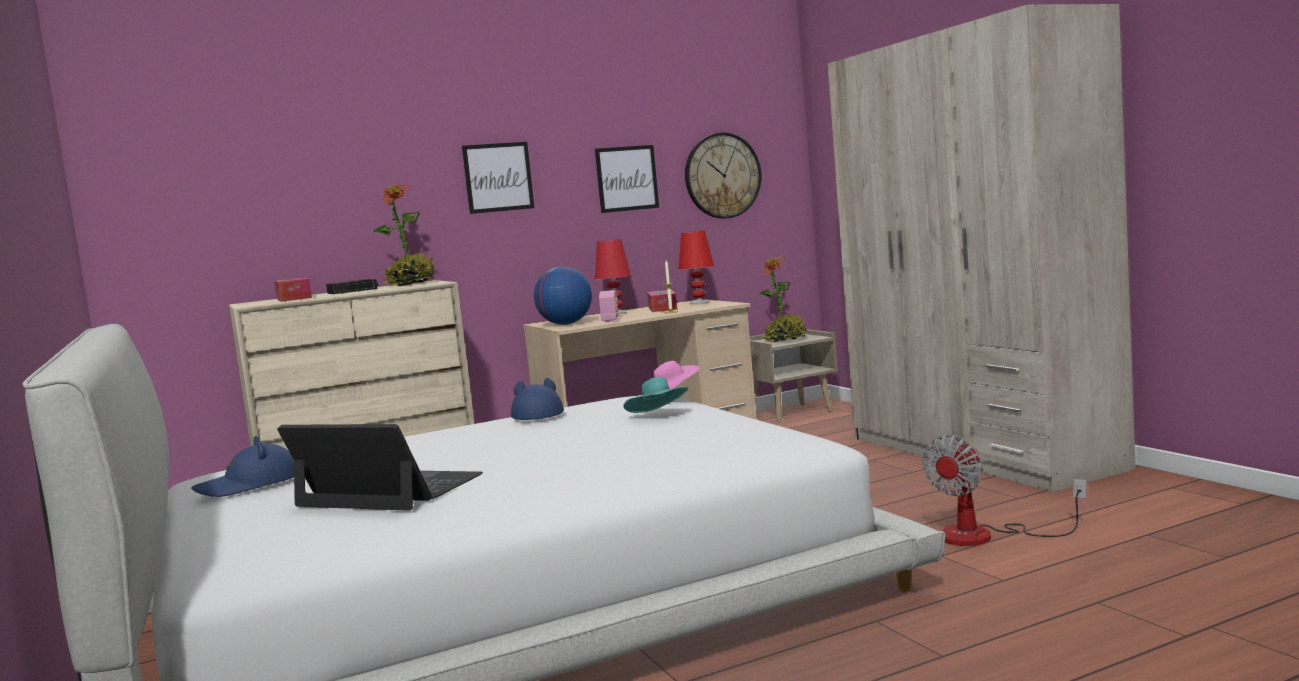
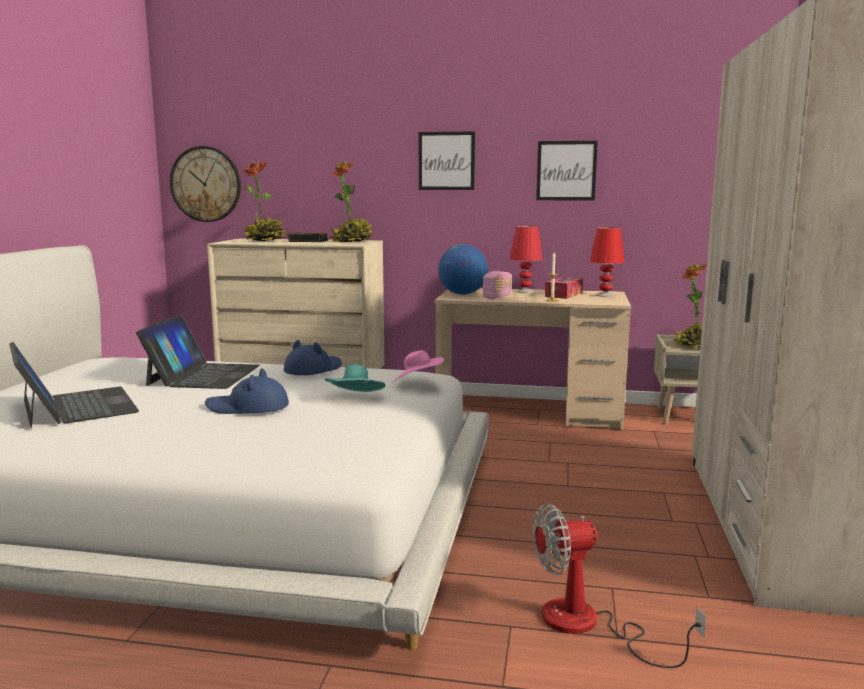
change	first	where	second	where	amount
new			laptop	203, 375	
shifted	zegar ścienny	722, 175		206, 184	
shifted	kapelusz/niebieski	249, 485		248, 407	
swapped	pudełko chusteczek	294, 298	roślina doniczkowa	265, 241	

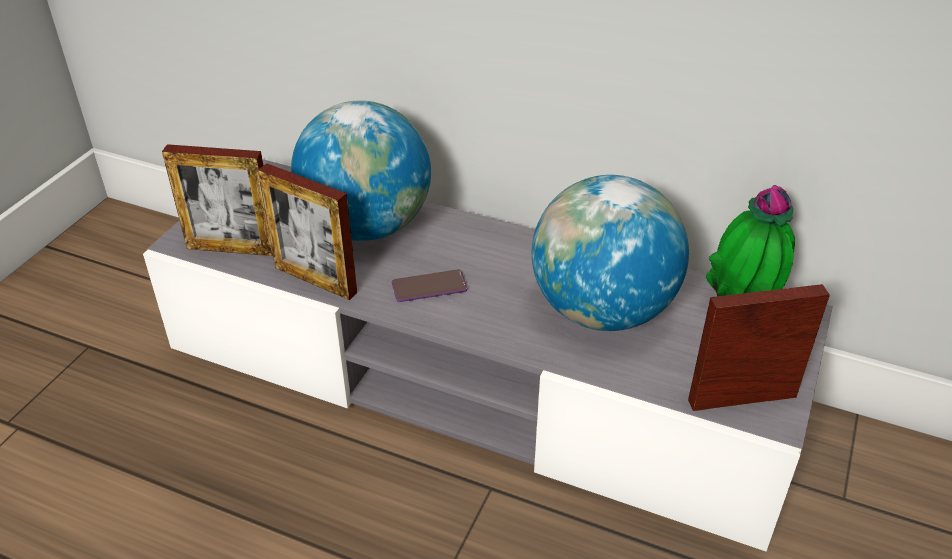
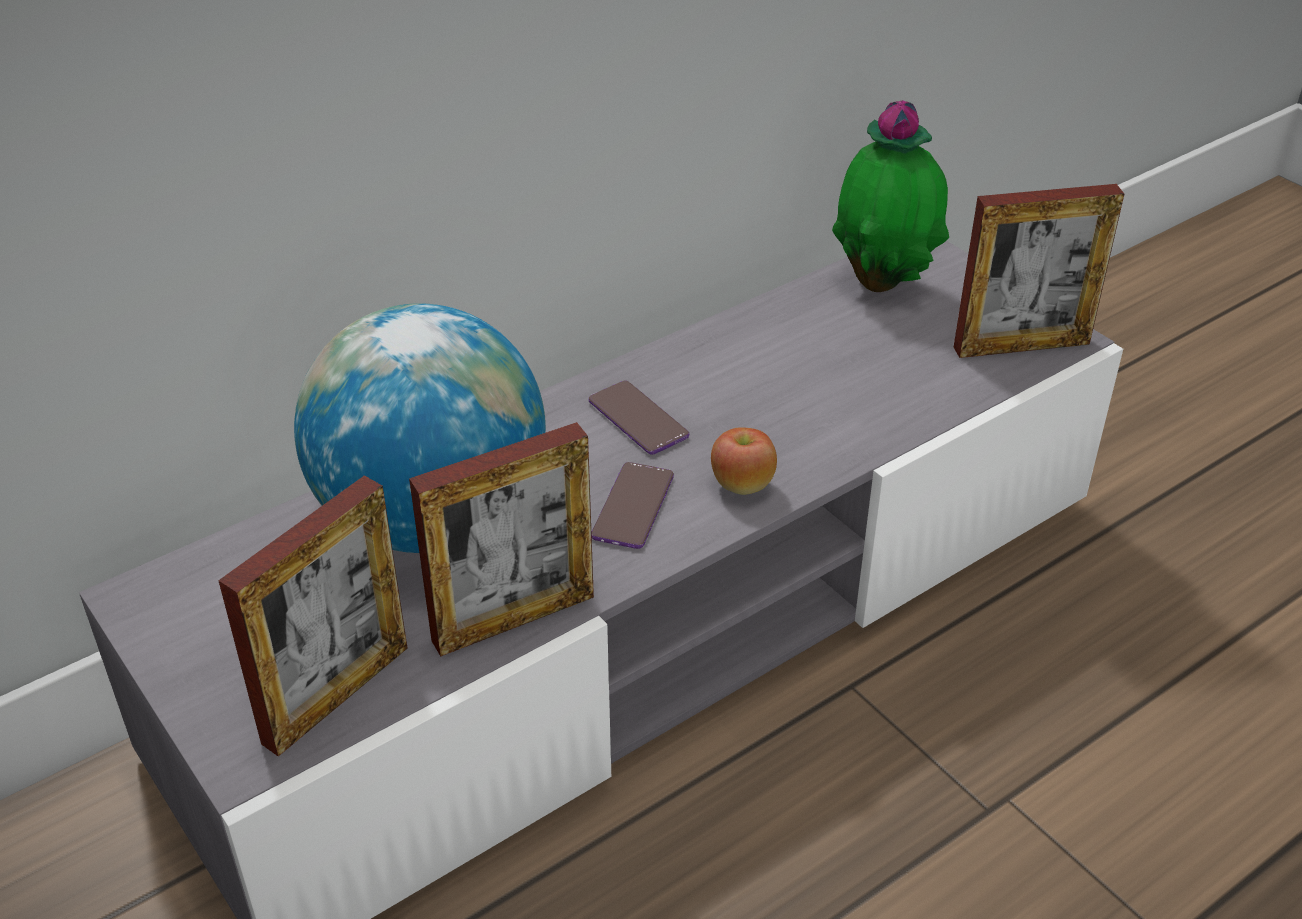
change	first	where	second	where	amount
new			telefon	638, 419	
new			jabłko	742, 485	
rotated	ramka na zdjęcie	742, 398		1021, 345	120 degrees counterclockwise
gone	globus	602, 311			

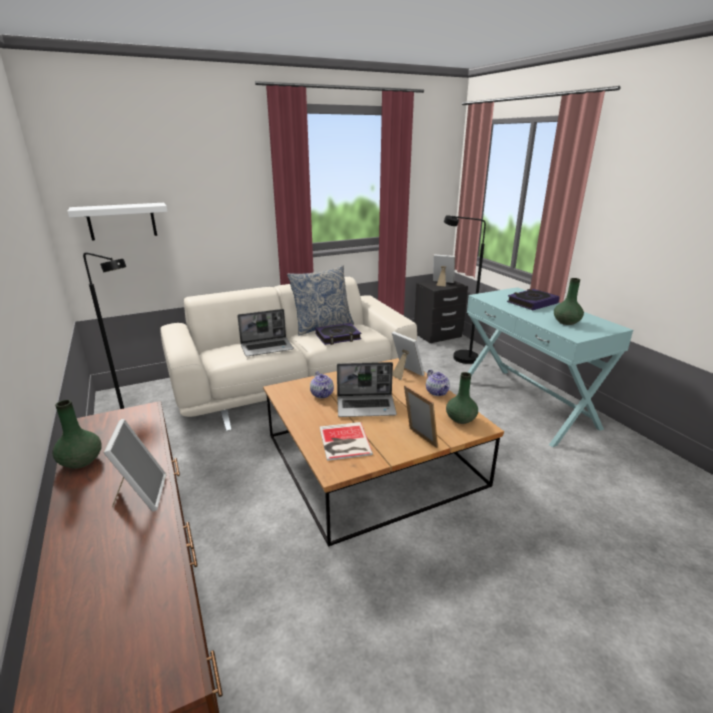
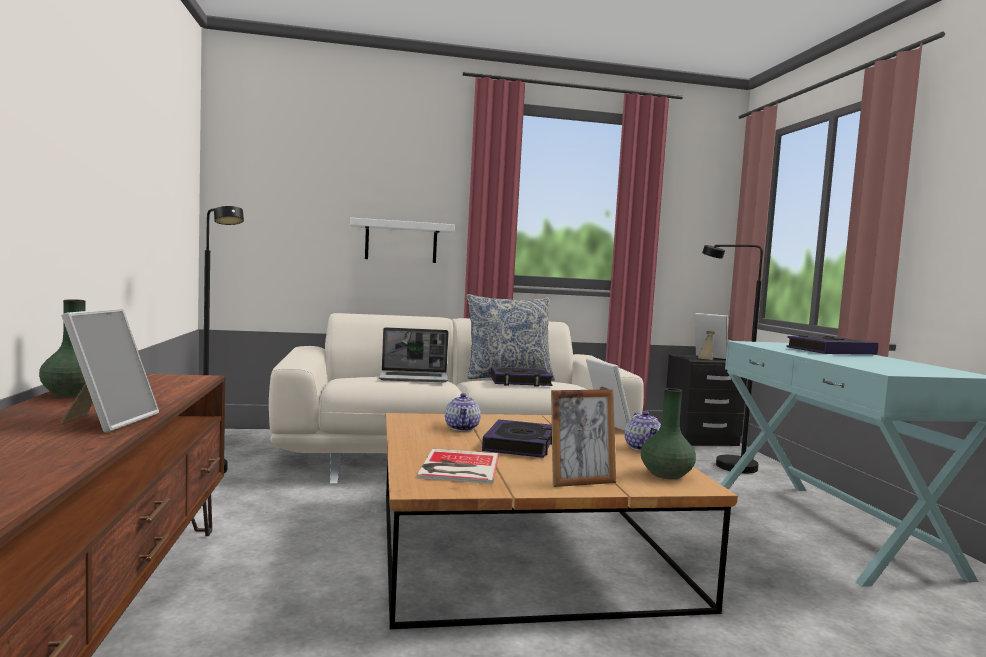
change	first	where	second	where	amount
shifted	półka/biały	122, 221		401, 242	
swapped	laptop	366, 406	książka	519, 445	
rotated	ramka na zdjęcie	419, 439		580, 481	90 degrees clockwise
gone	wazon/zielony	566, 322			

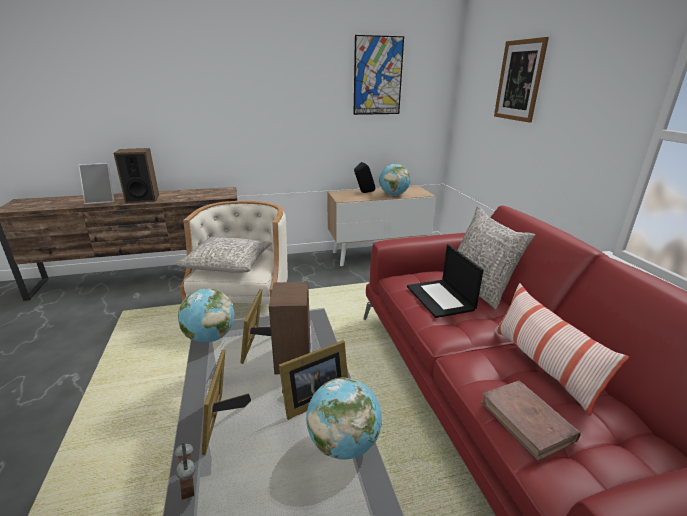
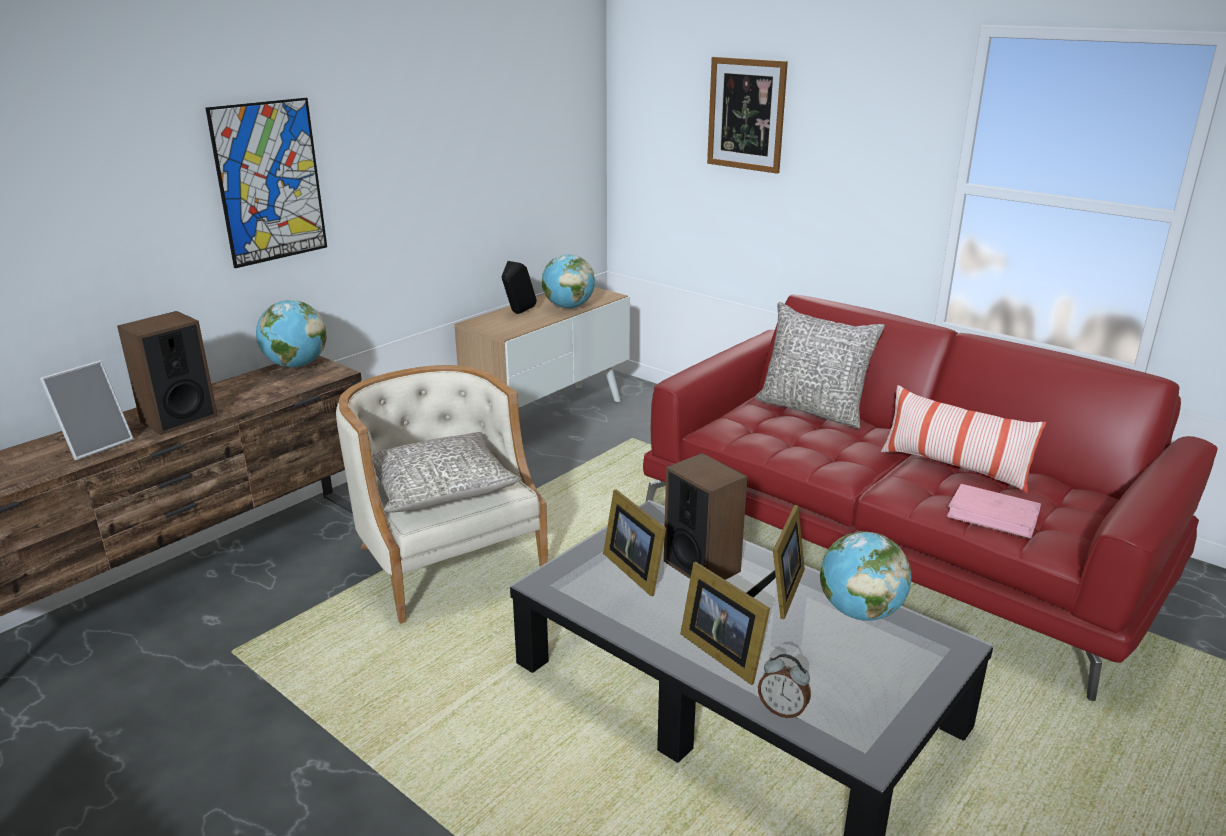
change	first	where	second	where	amount
shifted	obraz	378, 76		269, 182	
shifted	globus	210, 337		296, 365	
repainted	książka/brązowy	527, 421	książka/różowy	993, 515	
gone	laptop	441, 298			

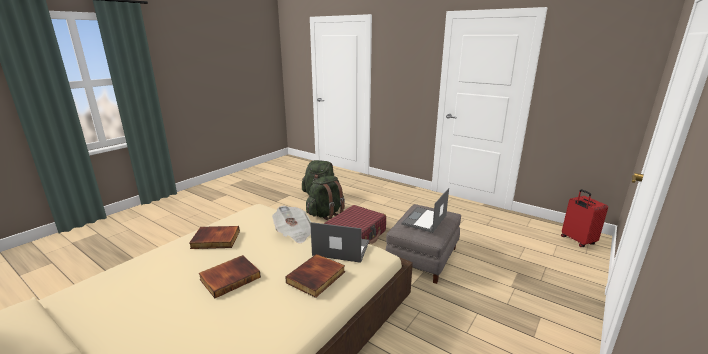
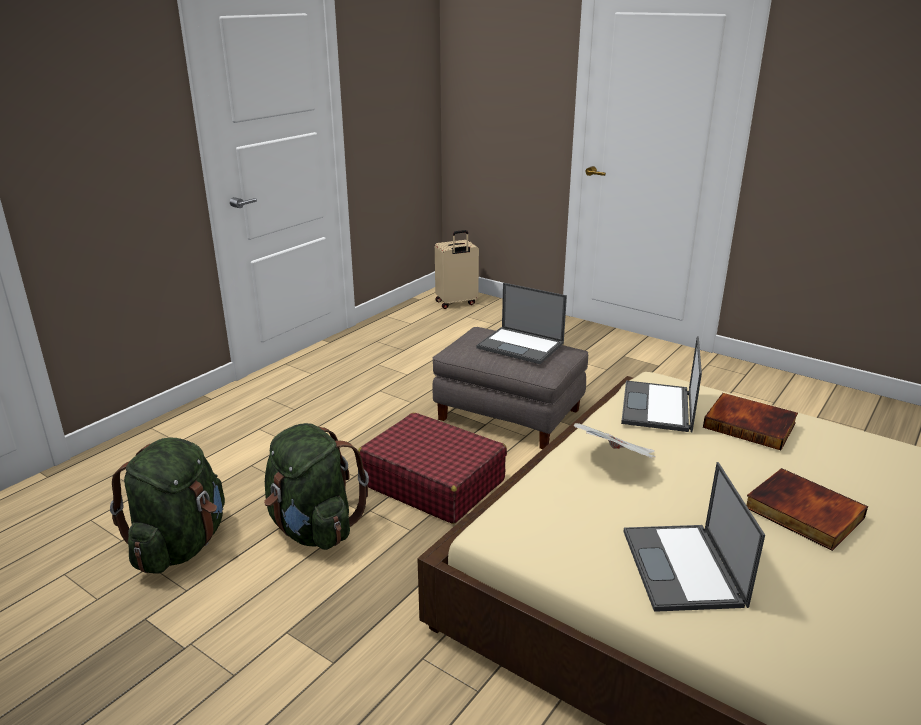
change	first	where	second	where	amount
repainted	walizka/czerwony	577, 241	walizka/beżowy	456, 303	
swapped	książka	215, 240	laptop	683, 568	

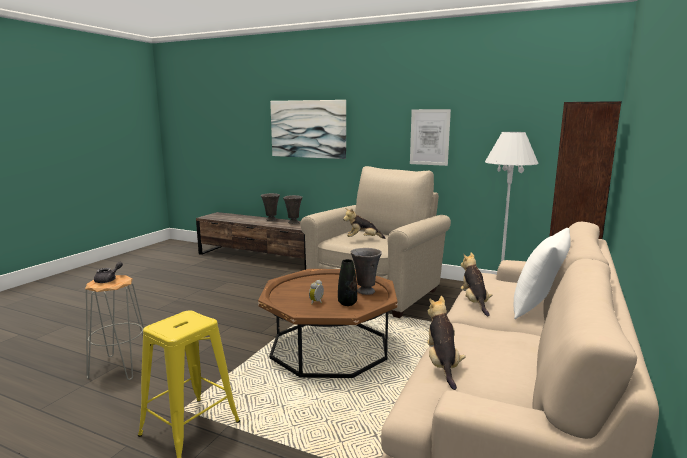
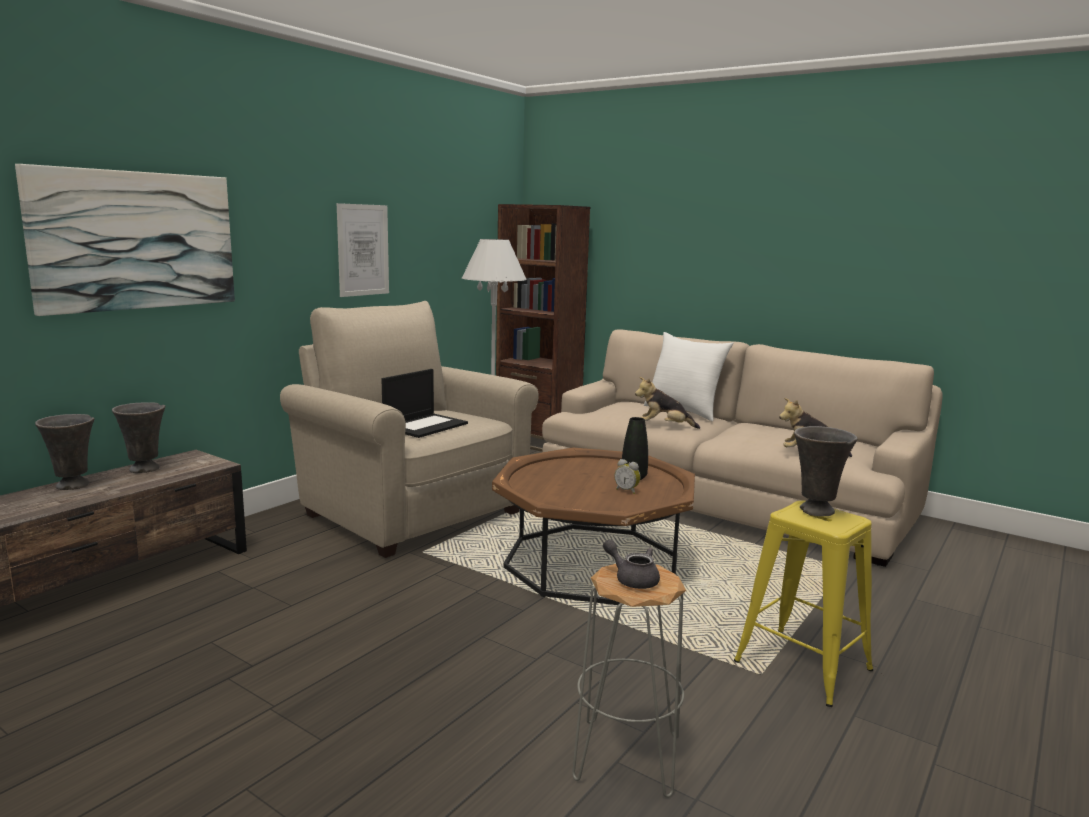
change	first	where	second	where	amount
swapped	pluszak	362, 239	laptop	425, 426	
shifted	wazon/szary	365, 291		816, 511	

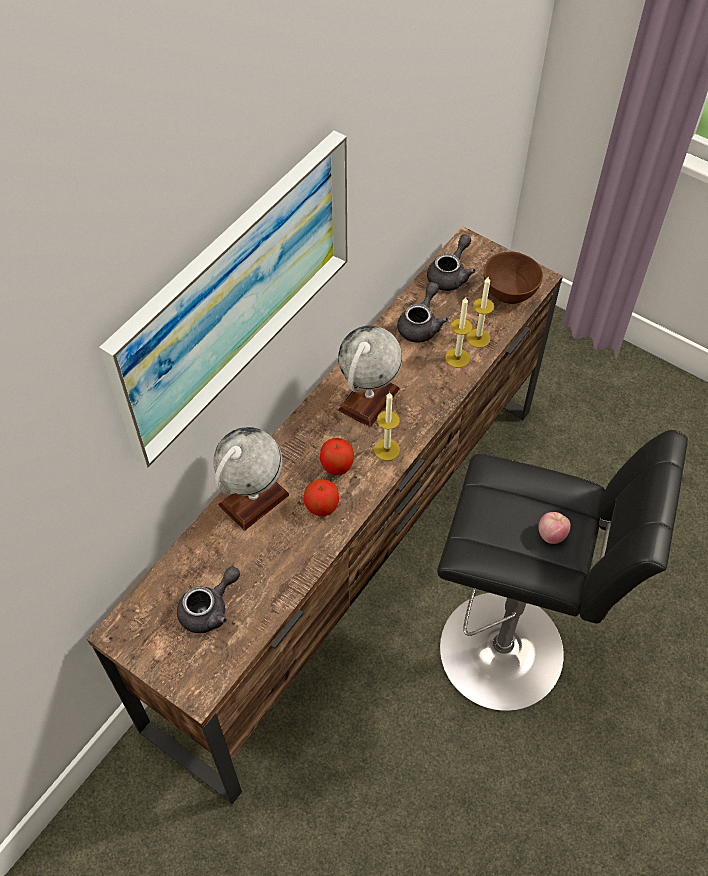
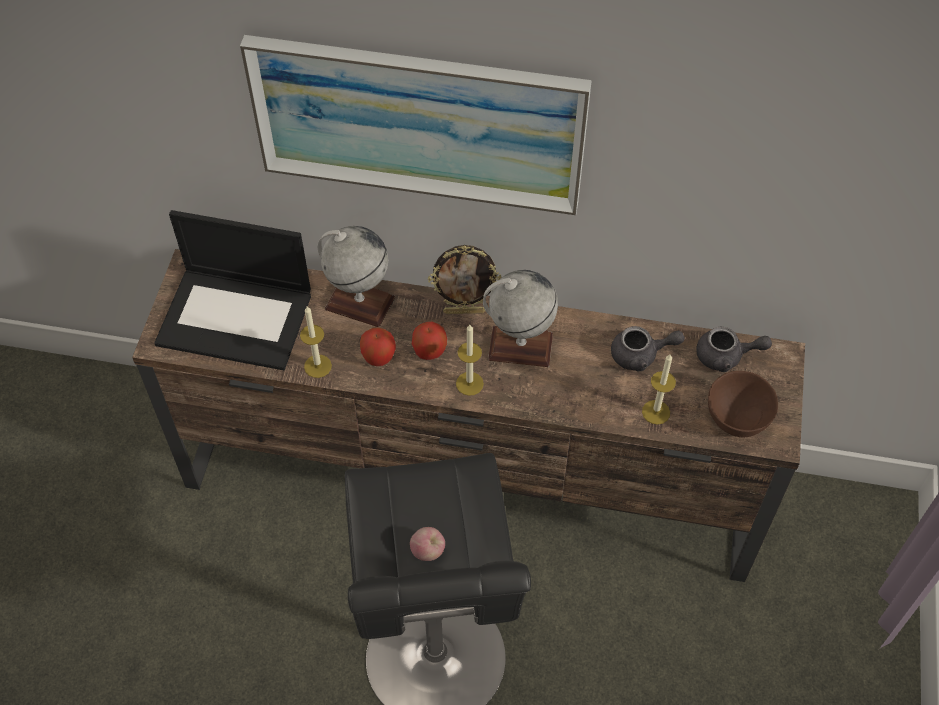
change	first	where	second	where	amount
swapped	imbryk/szary	210, 609	laptop	237, 318	
shifted	świeca	457, 358		317, 366	
new			ramka na zdjęcie	464, 311	

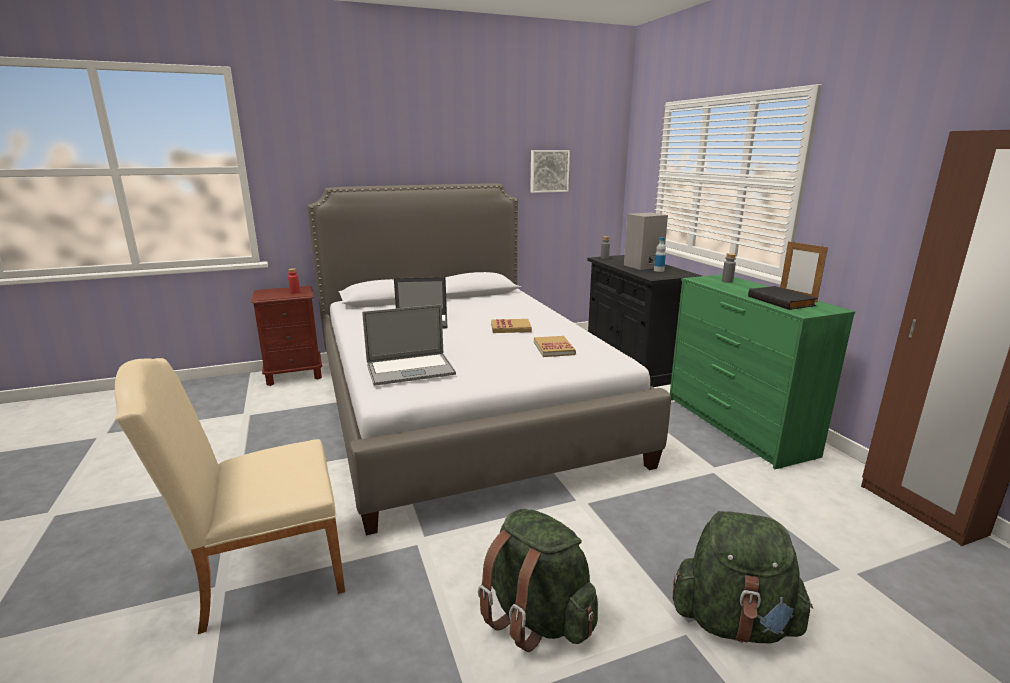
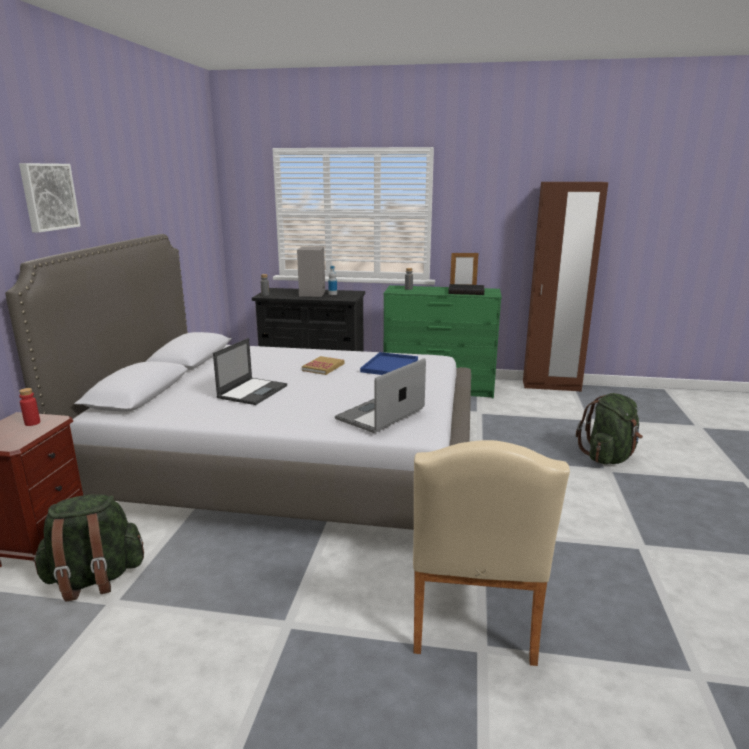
change	first	where	second	where	amount
shifted	obraz	549, 171		48, 197	
shifted	plecak/zielony	536, 617		94, 579	
rotated	laptop	410, 369		380, 414	150 degrees counterclockwise
swapped	książka	554, 348	taca/niebieski	390, 366	

